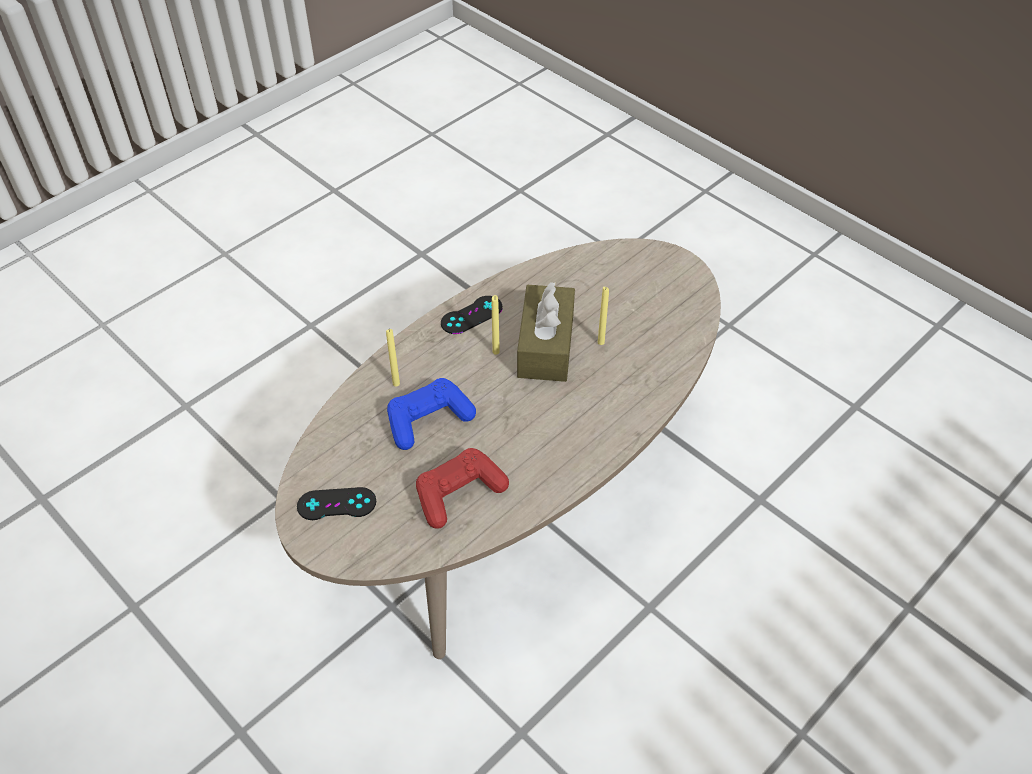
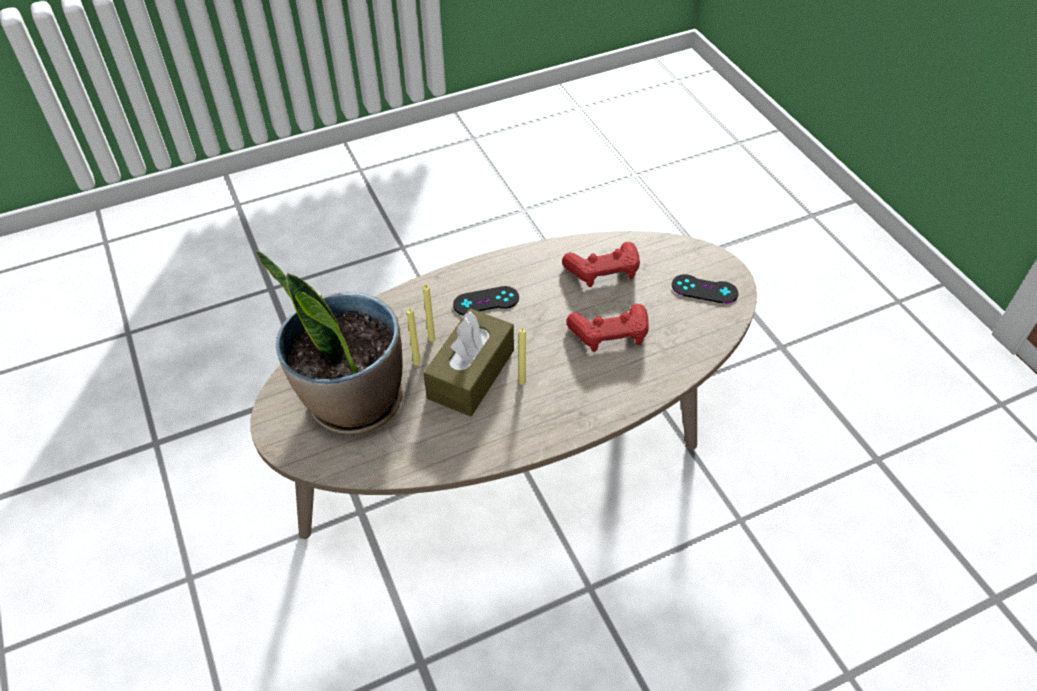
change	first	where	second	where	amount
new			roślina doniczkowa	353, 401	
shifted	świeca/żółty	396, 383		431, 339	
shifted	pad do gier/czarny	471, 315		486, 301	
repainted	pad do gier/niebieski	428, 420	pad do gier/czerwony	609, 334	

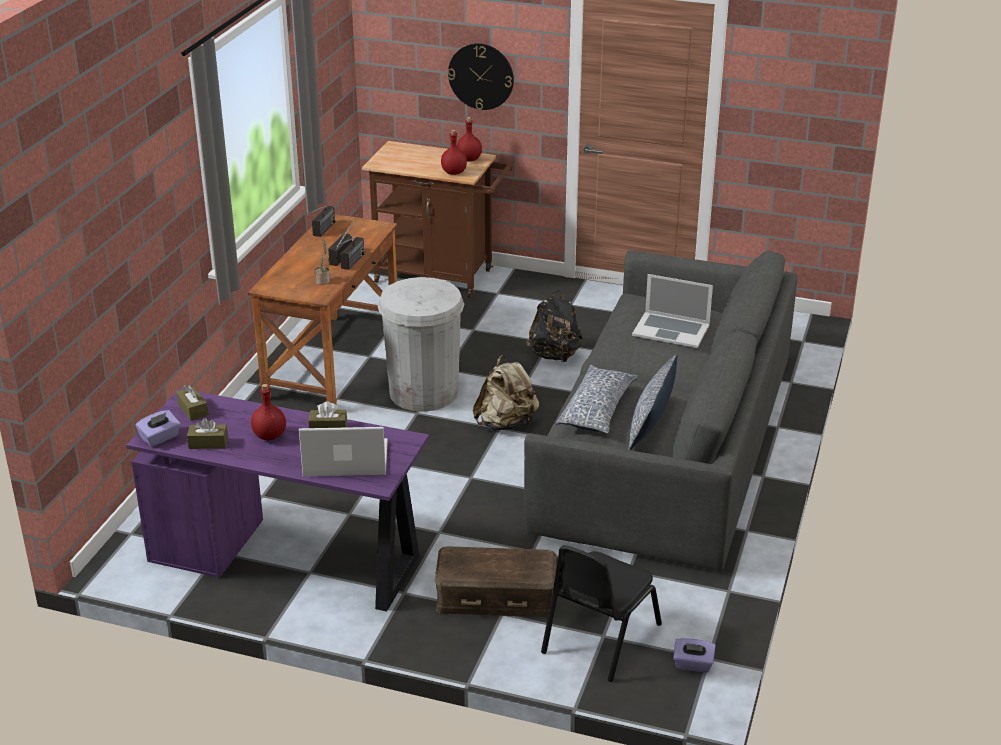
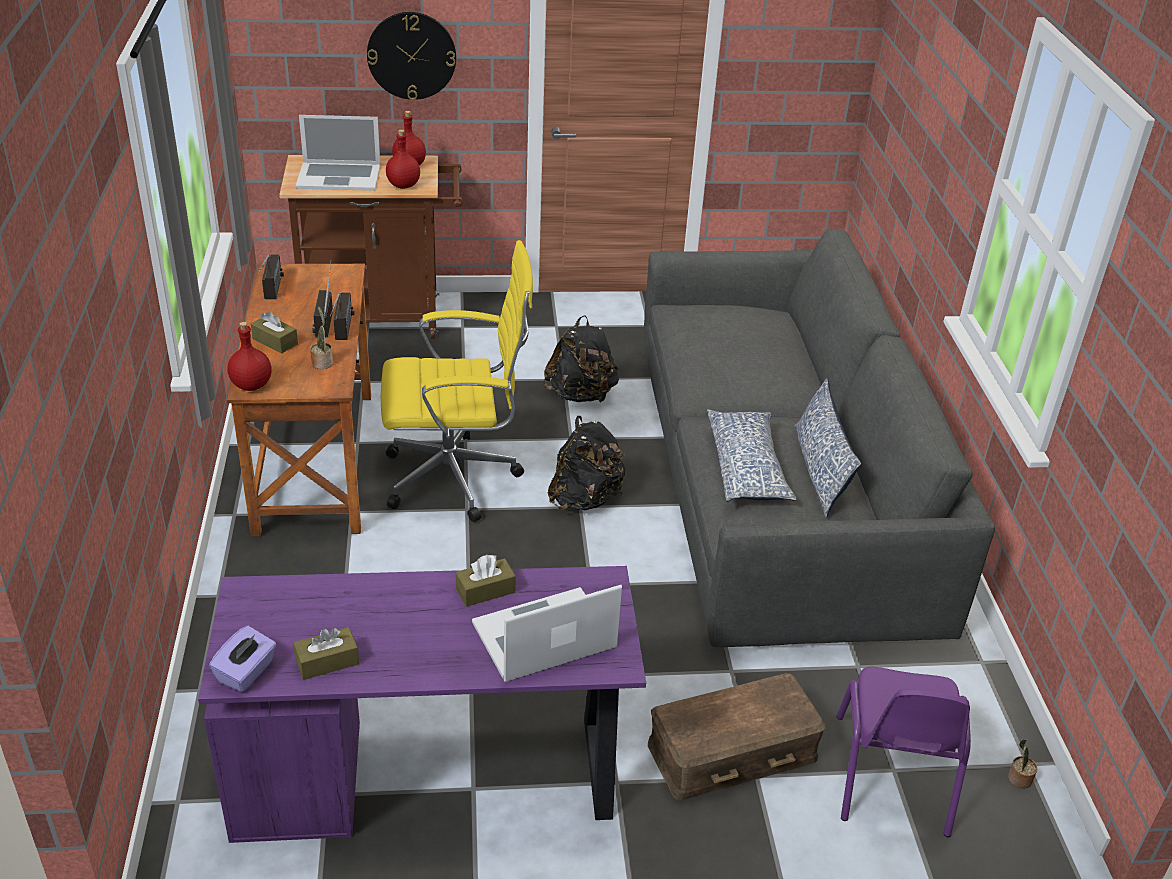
change	first	where	second	where	amount
shifted	butelka/czerwony	269, 435		251, 385	
shifted	pudełko chusteczek/brązowy	193, 410		275, 341	
shifted	laptop	671, 330		339, 176	
swapped	kosz na śmieci/biały	424, 392	krzesło biurowe/żółty	457, 478	
repainted	plecak/beżowy	506, 423	plecak/czarny	584, 498	
repainted	krzesło/czarny	599, 638	krzesło/fioletowy	892, 775	
swapped	pudełko chusteczek/fioletowy	693, 665	roślina doniczkowa	1018, 779	

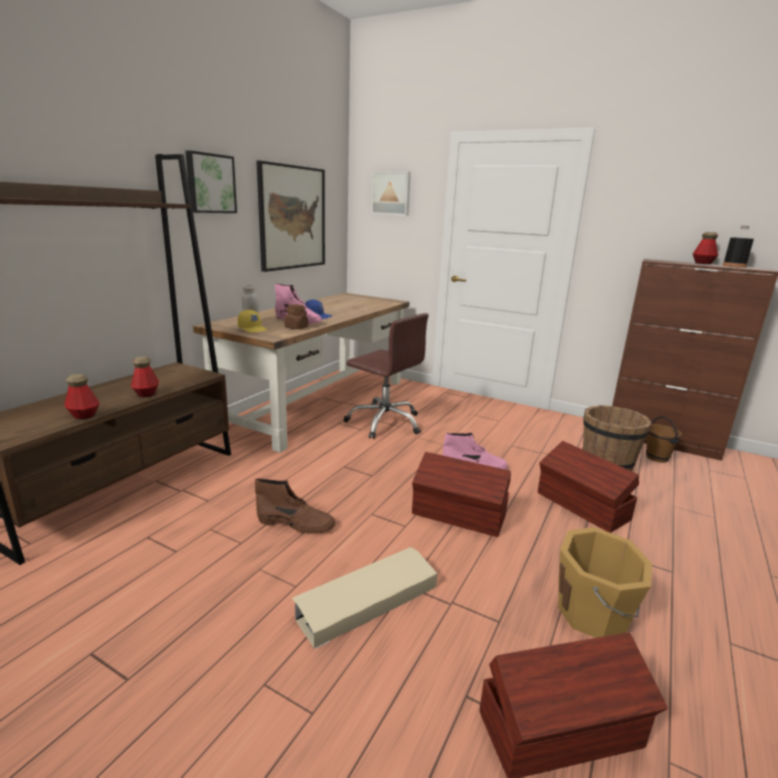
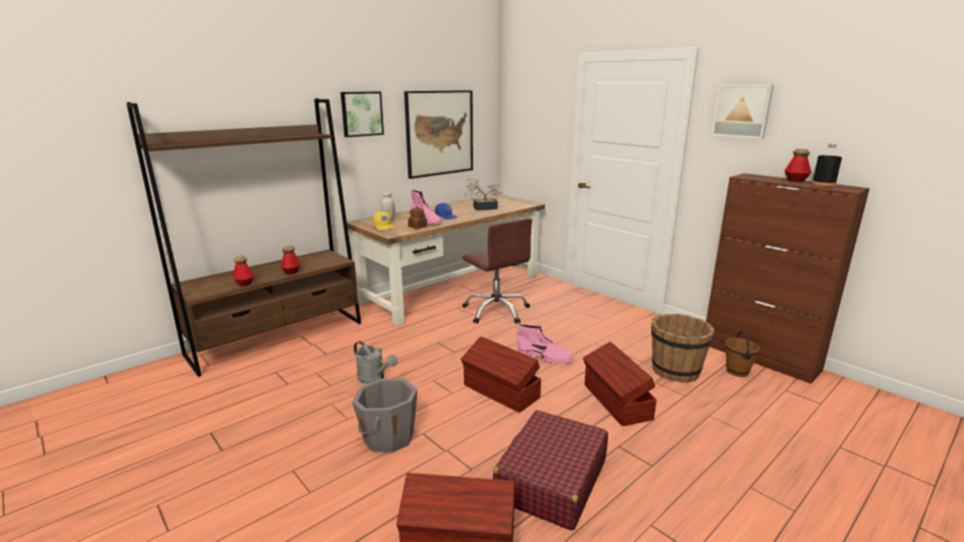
change	first	where	second	where	amount
swapped	pojemnik do przechowywania/beżowy	366, 601	wiadro/szary	387, 437	
swapped	but z cholewką/brązowy	296, 524	konewka/szary	374, 379	
new			roślina doniczkowa	482, 208	
swapped	wiadro/pomarańczowy	594, 614	walizka/czerwony	551, 480	
shifted	obraz	391, 193		742, 111	

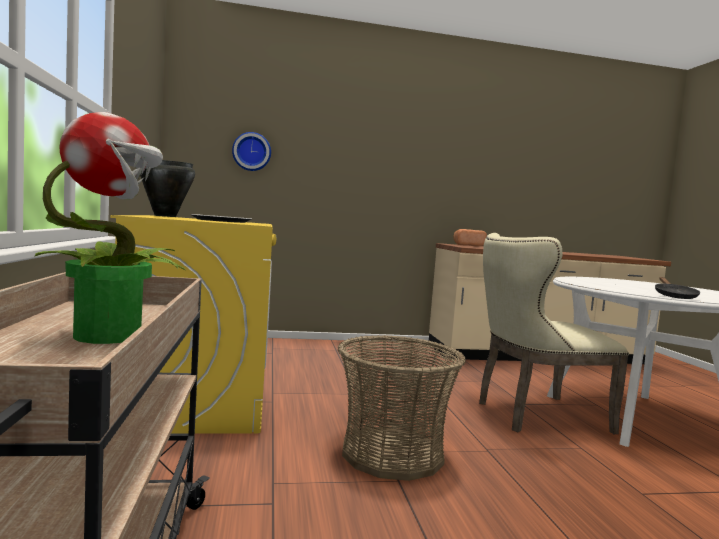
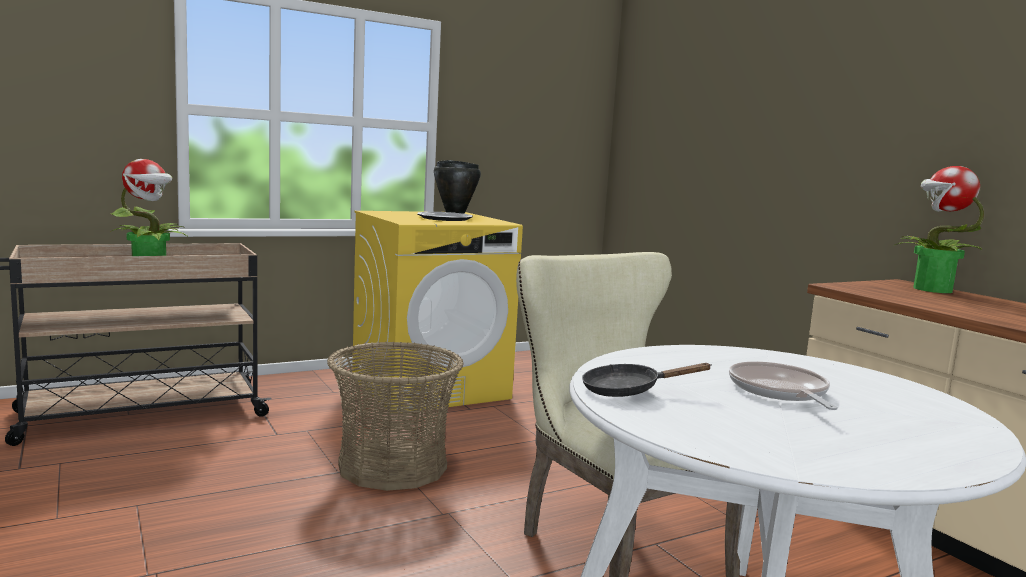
change	first	where	second	where	amount
new			patelnia	779, 391	
swapped	chleb	467, 245	roślina doniczkowa	931, 289	
gone	zegar ścienny	251, 152			

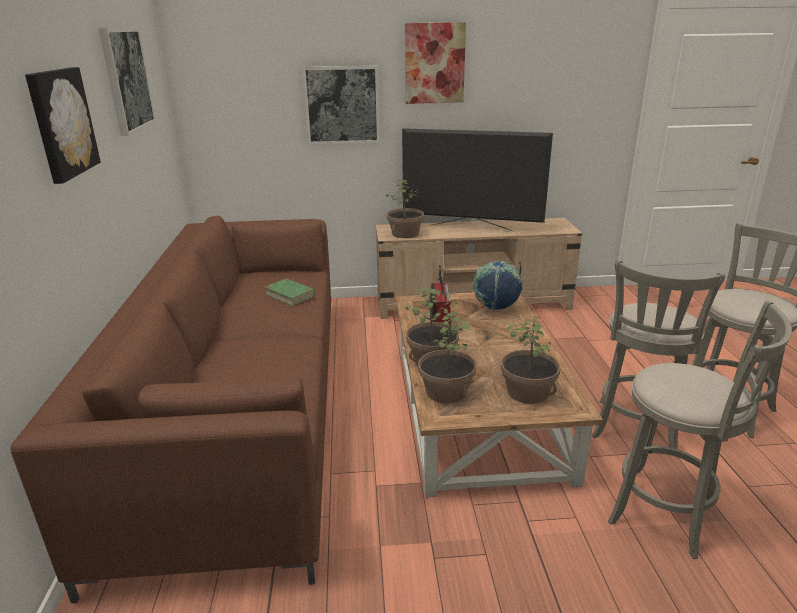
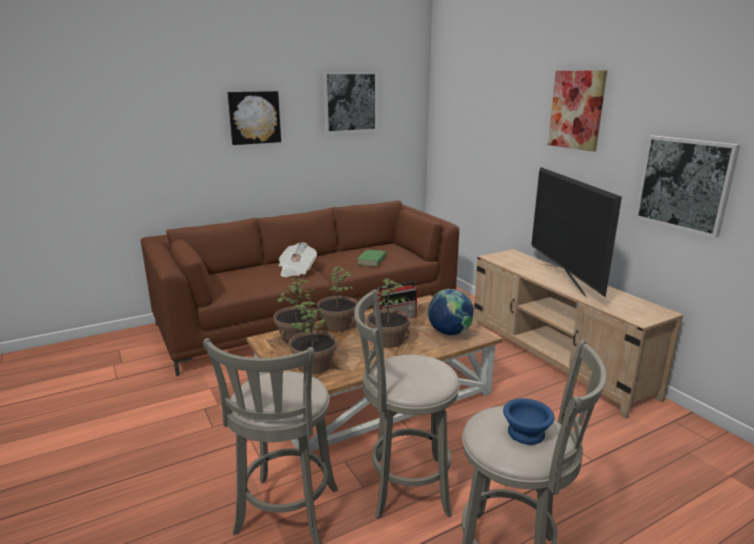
change	first	where	second	where	amount
new			gazeta	296, 270	
shifted	roślina doniczkowa	405, 234		387, 340	
new			miska/niebieski	525, 432	
shifted	obraz	342, 105		684, 184	

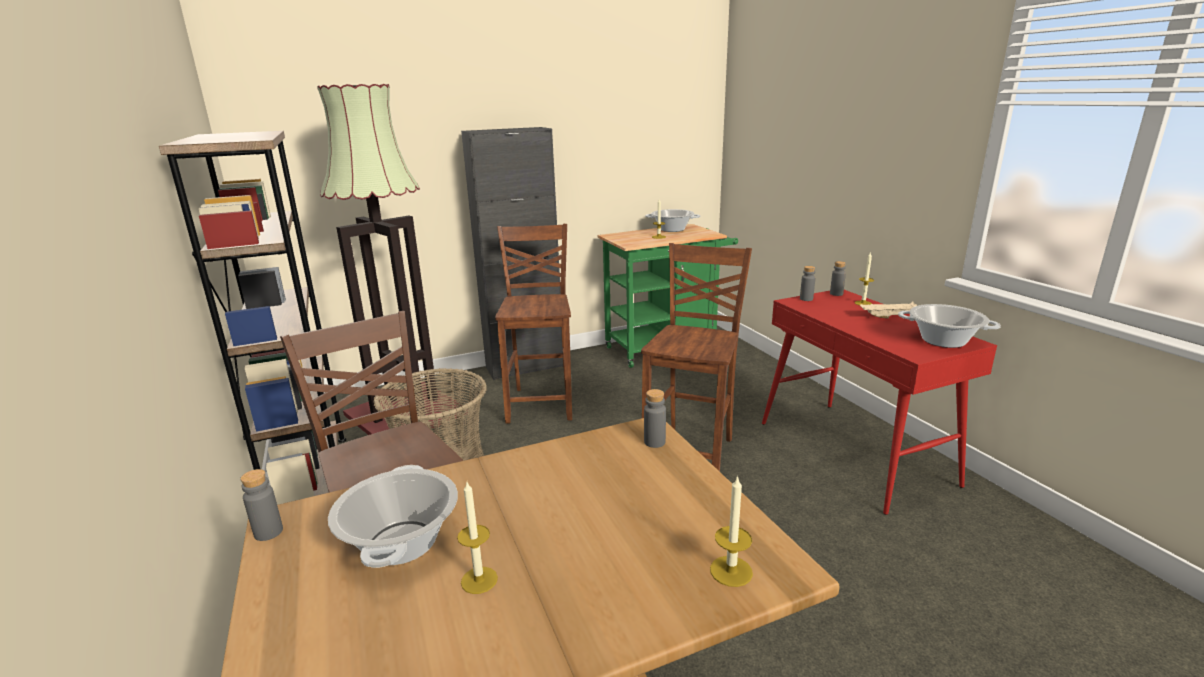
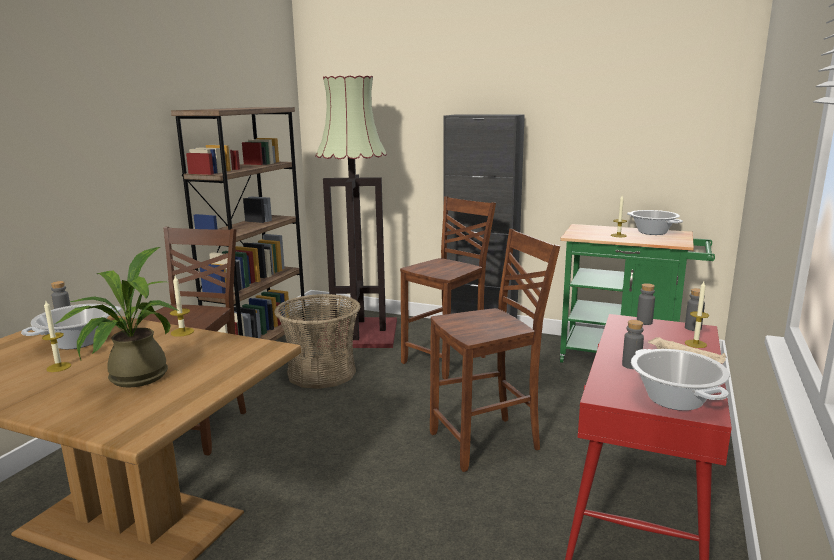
change	first	where	second	where	amount
new			roślina doniczkowa	131, 379	
shifted	świeca	731, 571		182, 332	
shifted	butelka/szary	654, 442		631, 365	

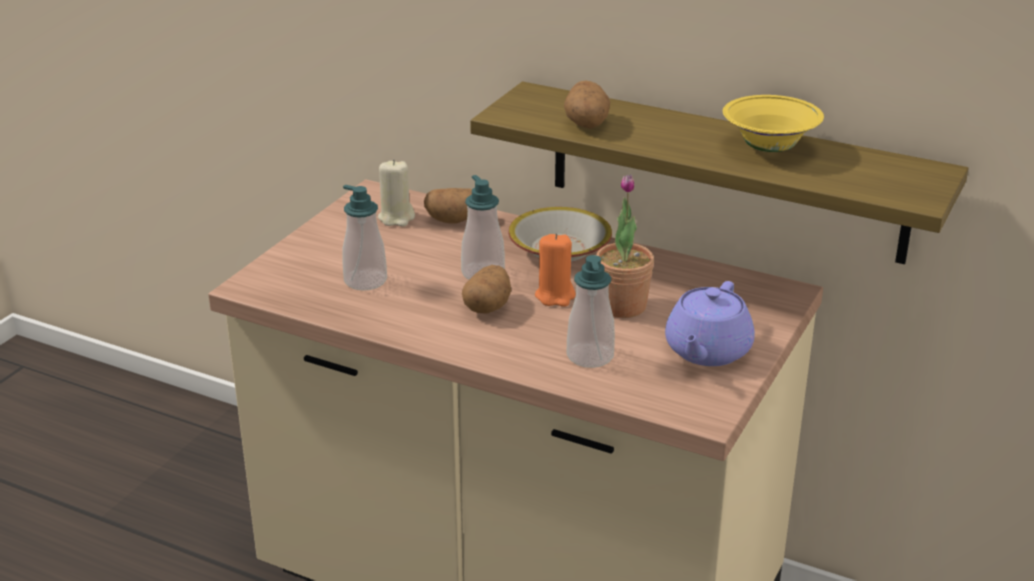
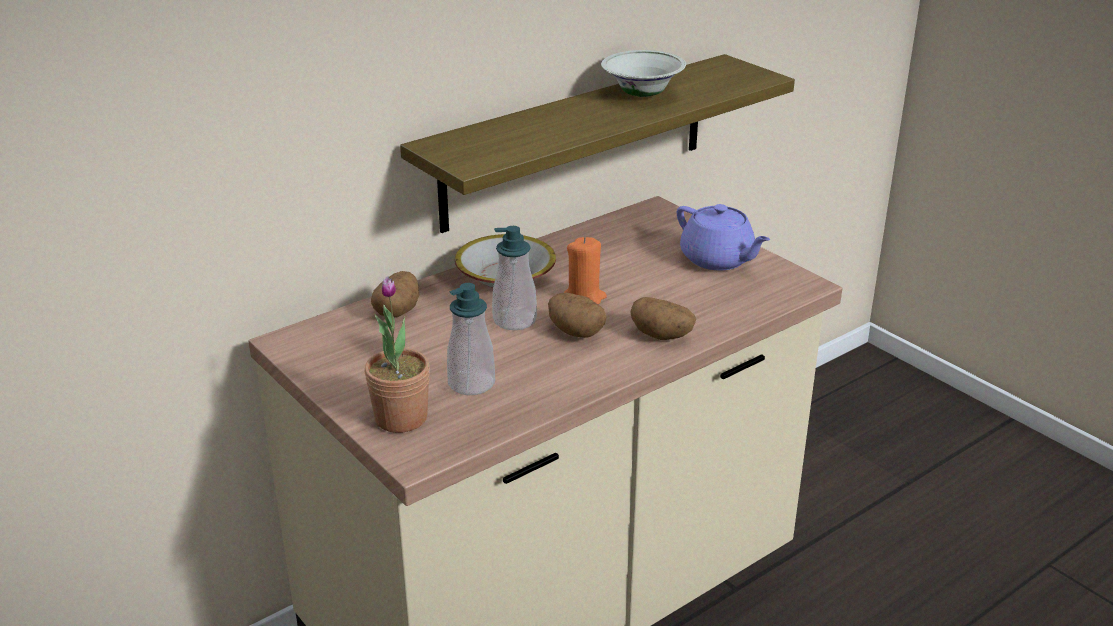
change	first	where	second	where	amount
shifted	roślina doniczkowa	622, 306		401, 418	
repainted	miska/żółty	769, 148	miska/biały	642, 95	
shifted	ziemniak	586, 124		662, 336	
gone	świeca/beżowy	396, 218			
gone	dozownik mydła	590, 356			

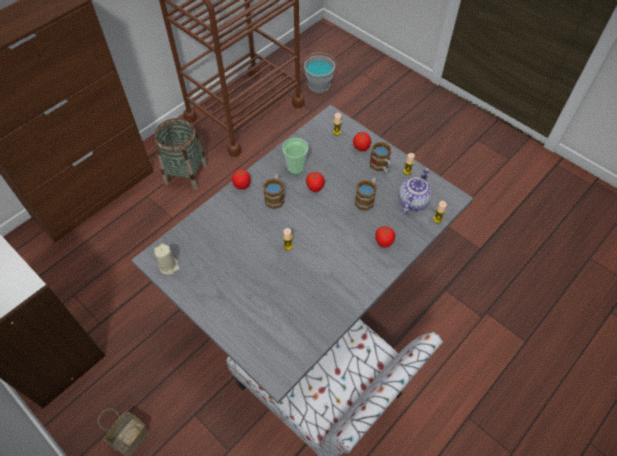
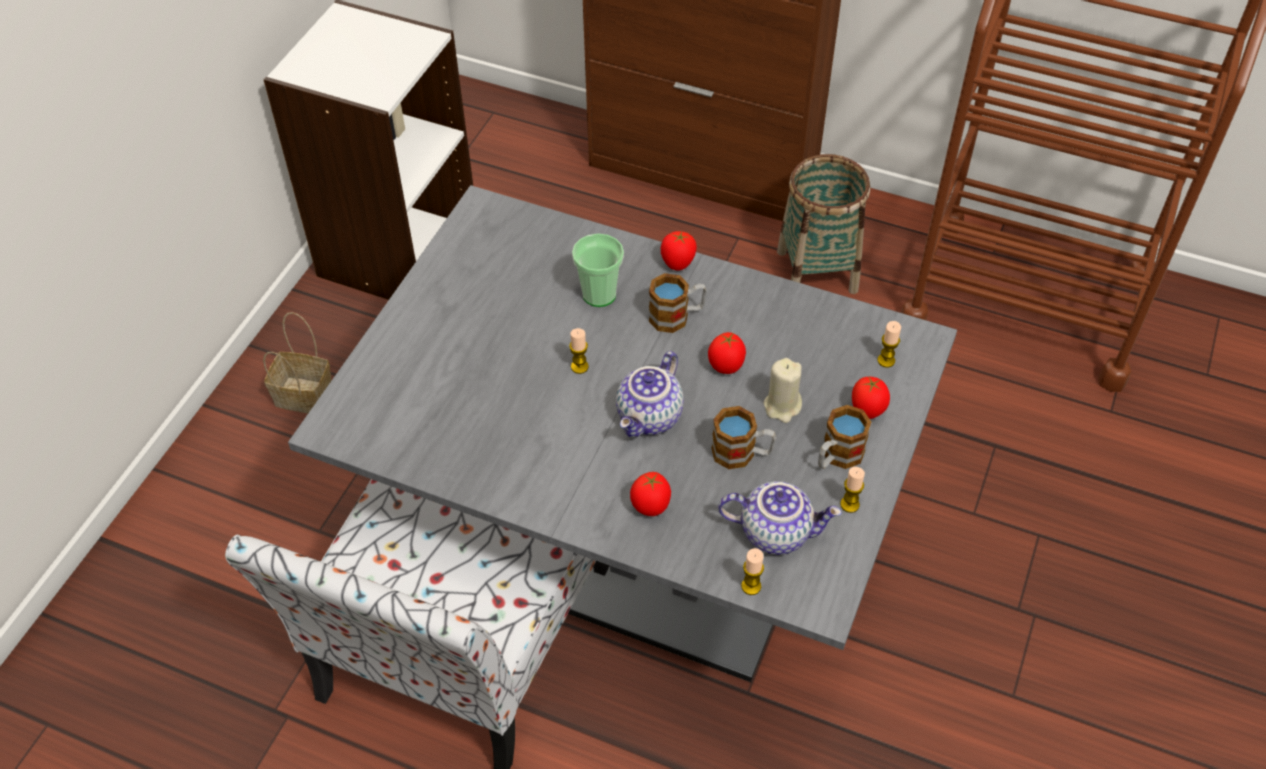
change	first	where	second	where	amount
shifted	filiżanka	295, 168		599, 294	
new			imbryk	650, 417	
shifted	świeca/beżowy	169, 266		782, 406	
gone	wiadro/szary	319, 85			

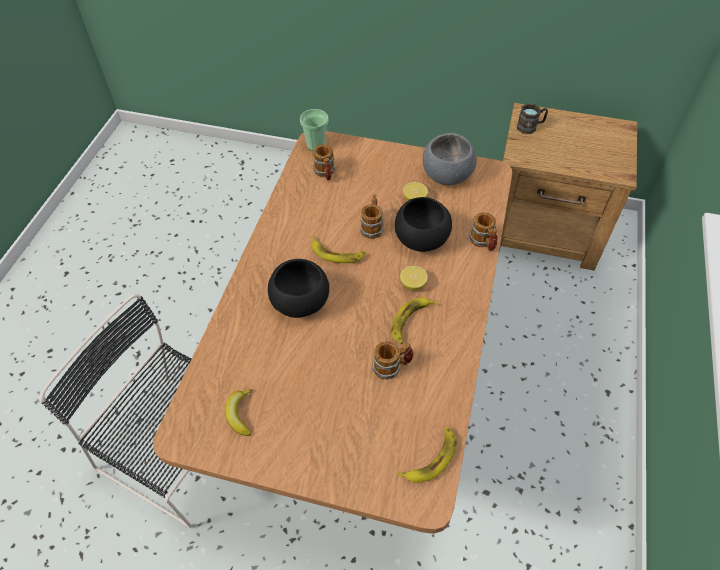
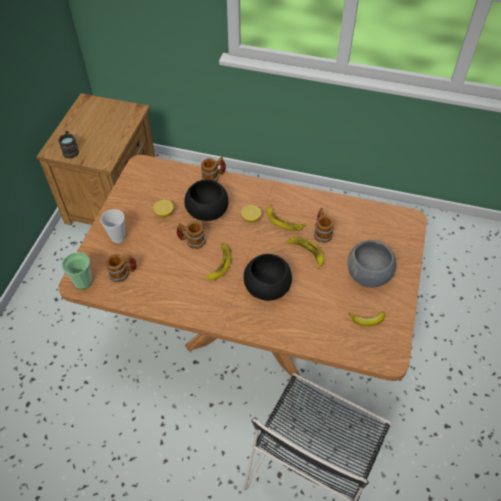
change	first	where	second	where	amount
new			filiżanka	118, 238	
shifted	banan	431, 458		306, 252	
shifted	miska/szary	447, 175		368, 274	

